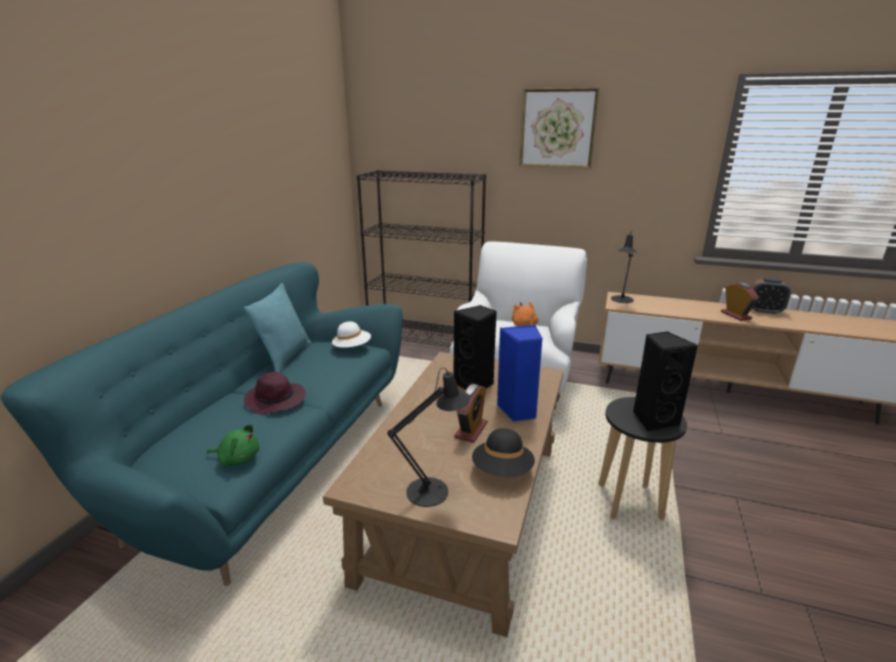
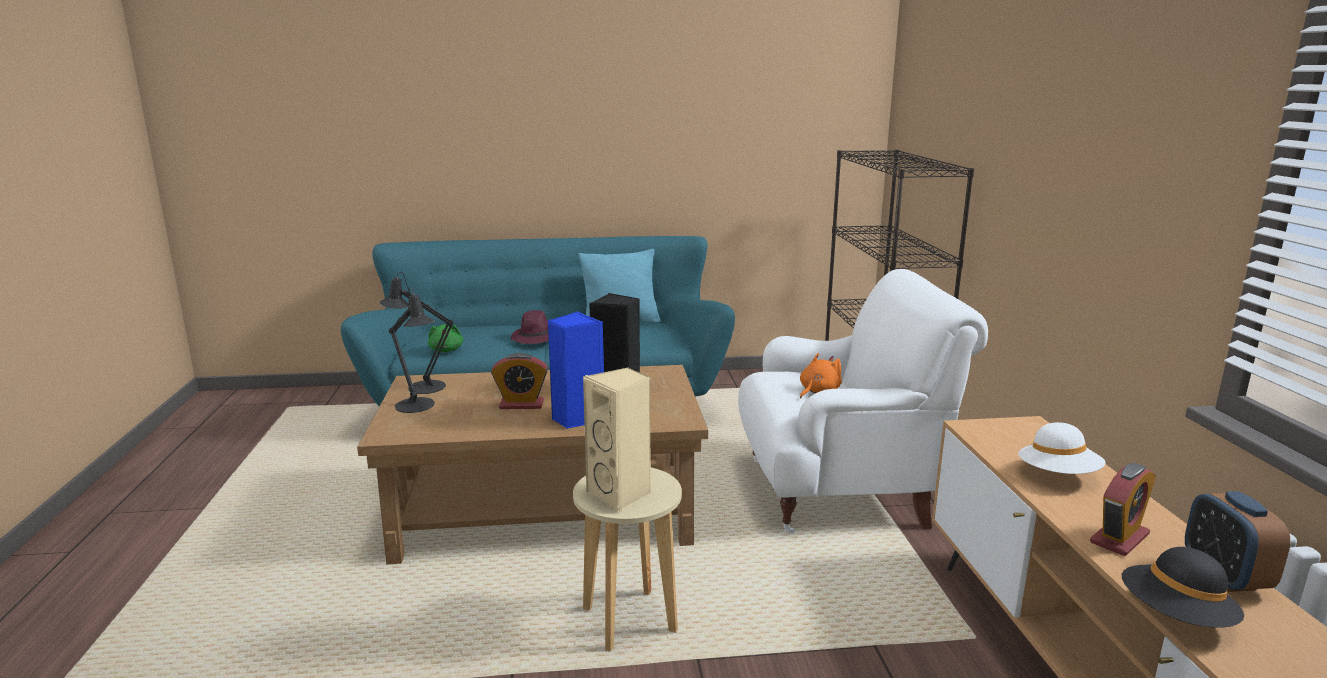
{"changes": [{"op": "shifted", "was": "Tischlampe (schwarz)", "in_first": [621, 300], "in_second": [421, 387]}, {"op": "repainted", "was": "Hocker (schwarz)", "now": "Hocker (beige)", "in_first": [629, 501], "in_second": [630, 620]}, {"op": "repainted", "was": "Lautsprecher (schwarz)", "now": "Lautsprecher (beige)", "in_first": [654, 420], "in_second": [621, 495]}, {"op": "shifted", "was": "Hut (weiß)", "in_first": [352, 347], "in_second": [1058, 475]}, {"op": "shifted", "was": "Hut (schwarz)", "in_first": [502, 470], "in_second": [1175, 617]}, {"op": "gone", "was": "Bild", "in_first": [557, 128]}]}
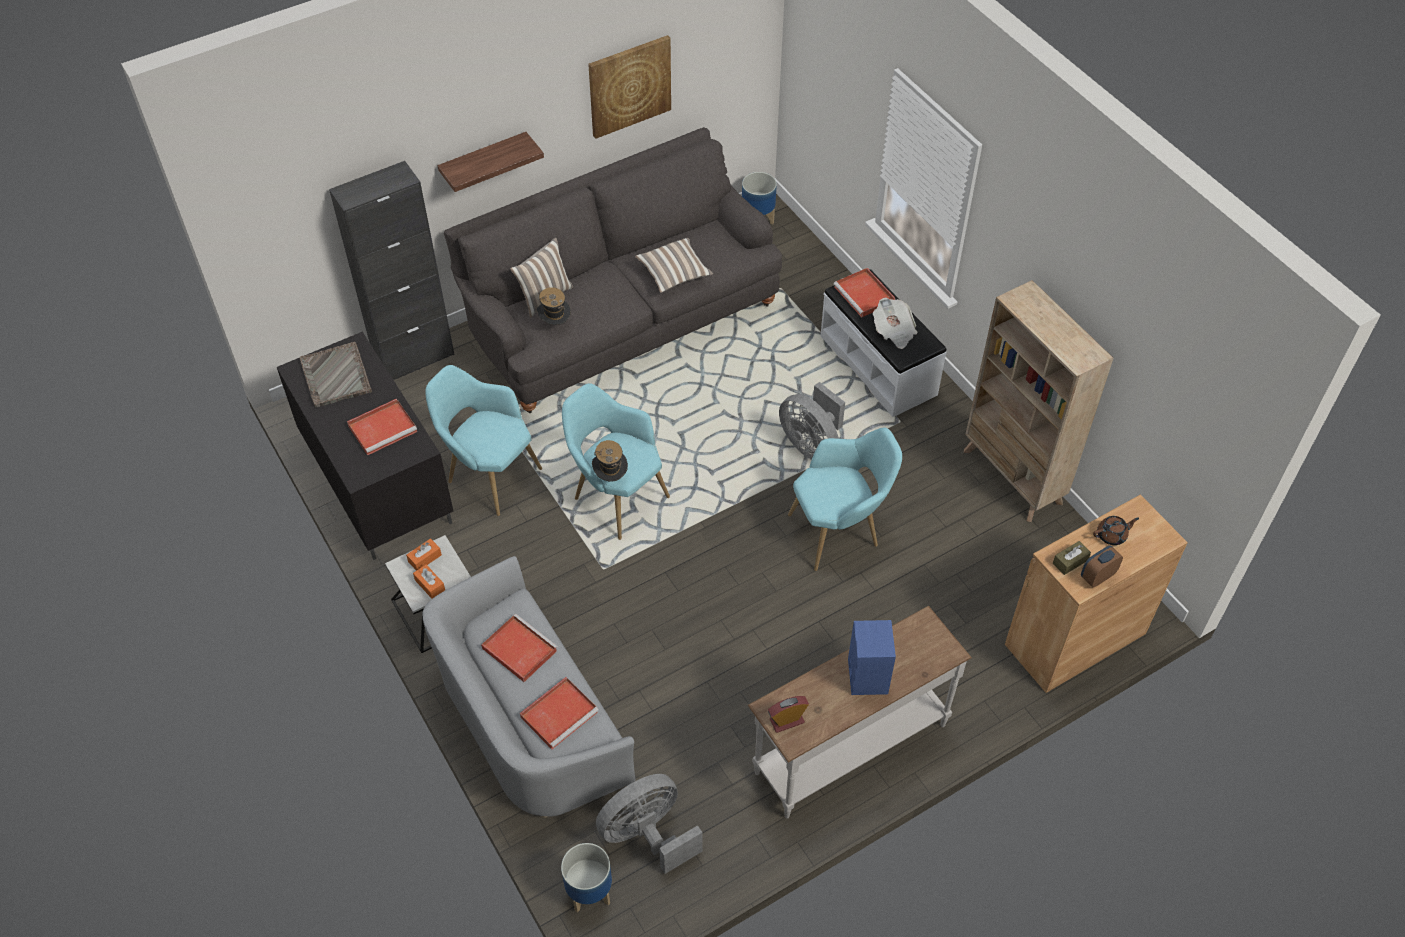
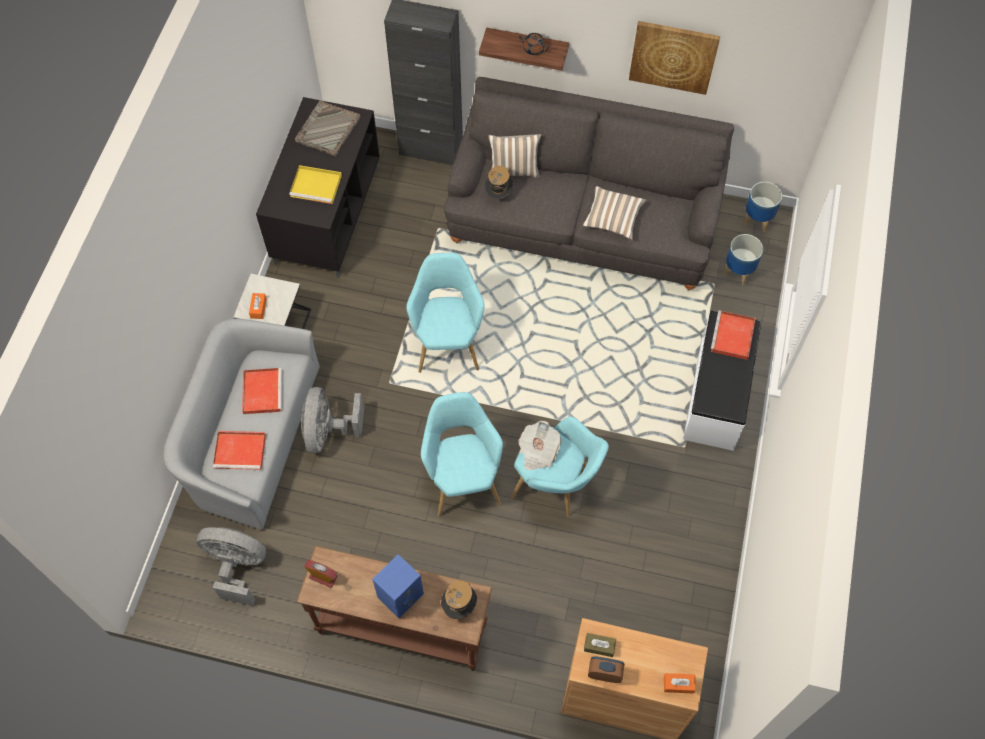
{"changes": [{"op": "repainted", "was": "Tablett (rot)", "now": "Tablett (gelb)", "in_first": [383, 428], "in_second": [317, 186]}, {"op": "repainted", "was": "Konsolentisch (weiß)", "now": "Konsolentisch (braun)", "in_first": [849, 747], "in_second": [402, 627]}, {"op": "shifted", "was": "Ventilator (grau)", "in_first": [811, 444], "in_second": [328, 431]}, {"op": "shifted", "was": "Sessel (türkis)", "in_first": [489, 474], "in_second": [462, 478]}, {"op": "shifted", "was": "Hut", "in_first": [610, 477], "in_second": [459, 606]}, {"op": "shifted", "was": "Zeitung", "in_first": [894, 331], "in_second": [538, 451]}, {"op": "shifted", "was": "Teekanne (braun)", "in_first": [1112, 535], "in_second": [534, 49]}, {"op": "shifted", "was": "Taschentuchbox (orange)", "in_first": [425, 558], "in_second": [678, 684]}, {"op": "shifted", "was": "Pflanzkübel", "in_first": [590, 891], "in_second": [739, 272]}, {"op": "gone", "was": "Bücherregal (beige)", "in_first": [1012, 477]}]}
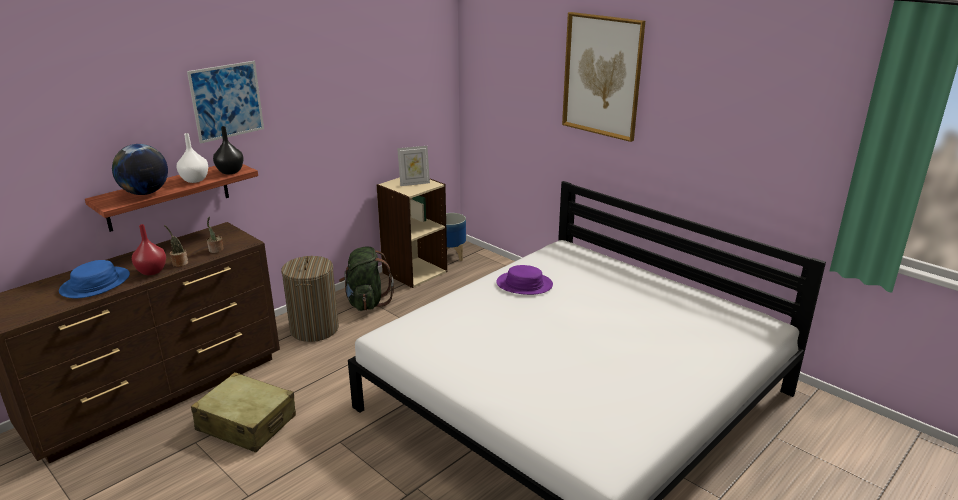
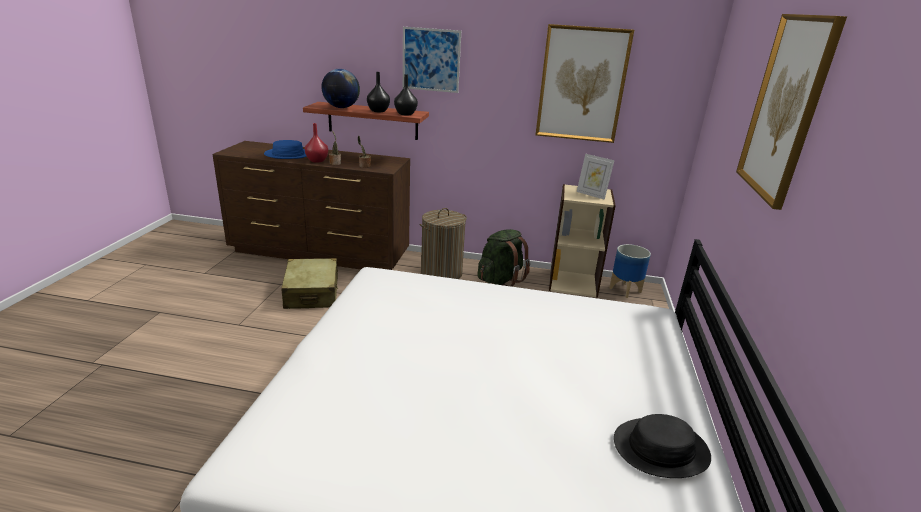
{"changes": [{"op": "repainted", "was": "Vase (weiß)", "now": "Vase (schwarz)", "in_first": [194, 180], "in_second": [378, 111]}, {"op": "new", "now": "Bild", "in_second": [582, 84]}, {"op": "new", "now": "Hut (schwarz)", "in_second": [661, 449]}, {"op": "gone", "was": "Hut (lila)", "in_first": [524, 284]}]}
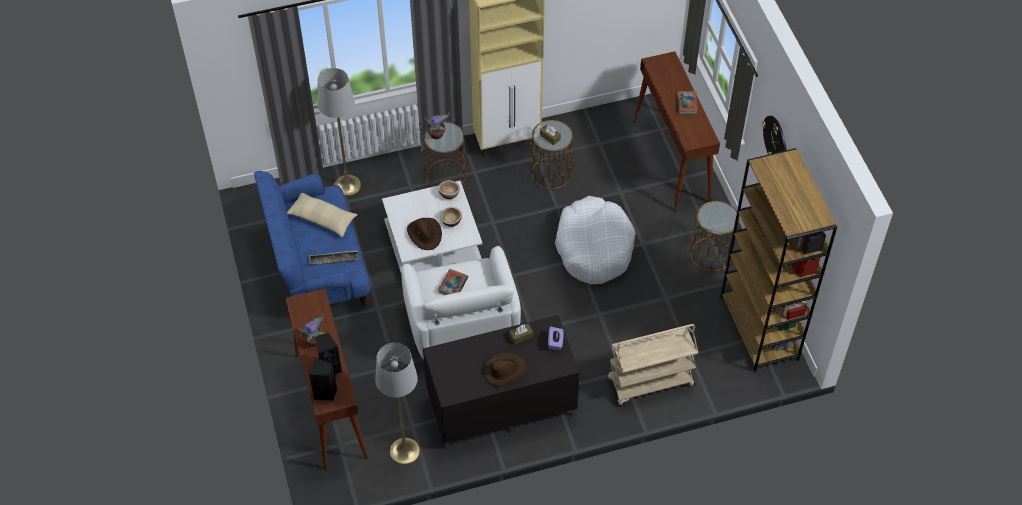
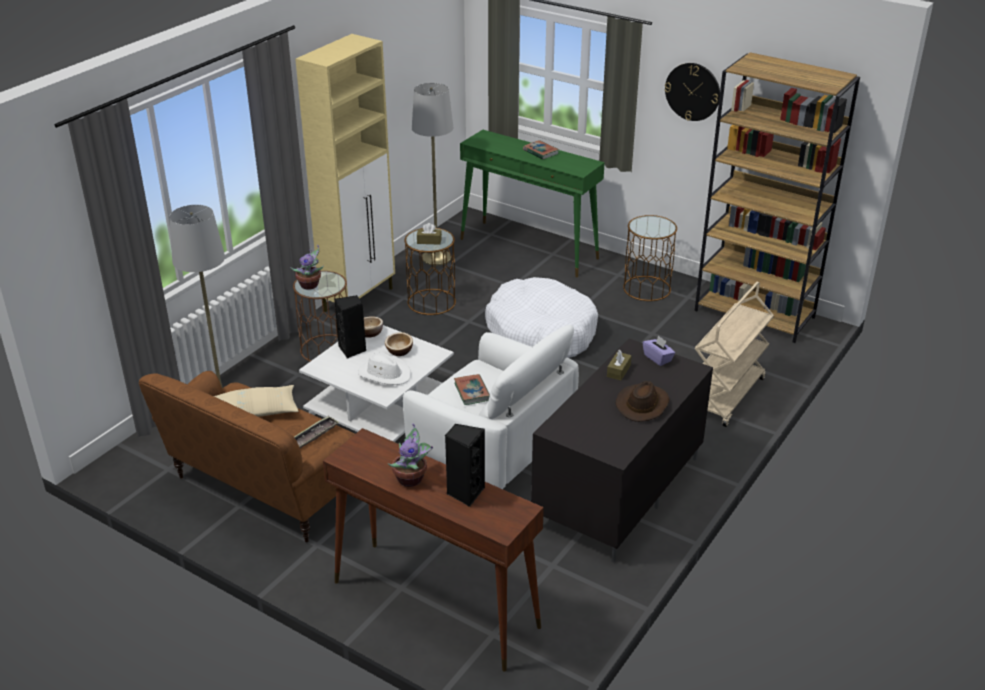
{"changes": [{"op": "repainted", "was": "Sofa (blau)", "now": "Sofa (braun)", "in_first": [318, 266], "in_second": [267, 487]}, {"op": "shifted", "was": "Lautsprecher (schwarz)", "in_first": [326, 393], "in_second": [352, 350]}, {"op": "repainted", "was": "Hut (braun)", "now": "Hut (weiß)", "in_first": [425, 234], "in_second": [384, 373]}, {"op": "shifted", "was": "Stehlampe (grau)", "in_first": [405, 451], "in_second": [436, 257]}, {"op": "repainted", "was": "Konsolentisch (braun)", "now": "Konsolentisch (grün)", "in_first": [671, 162], "in_second": [529, 249]}]}
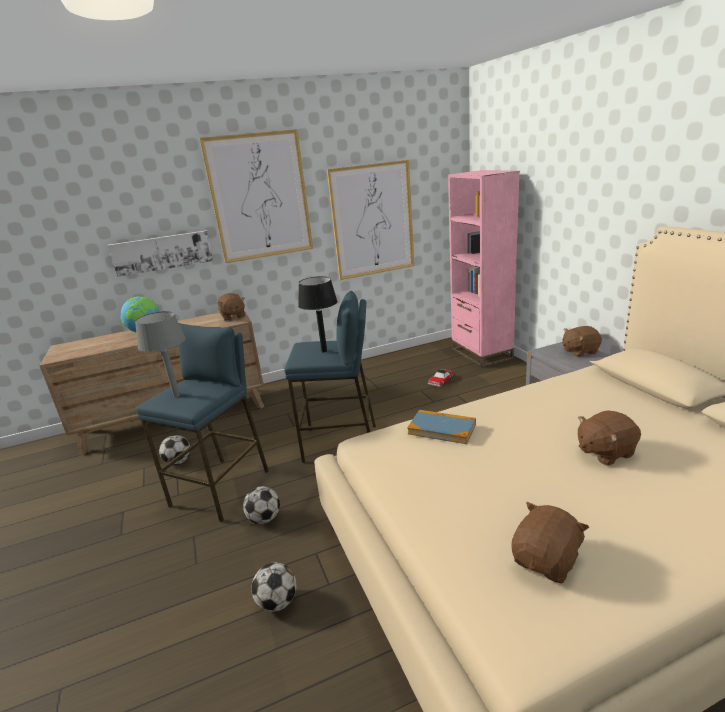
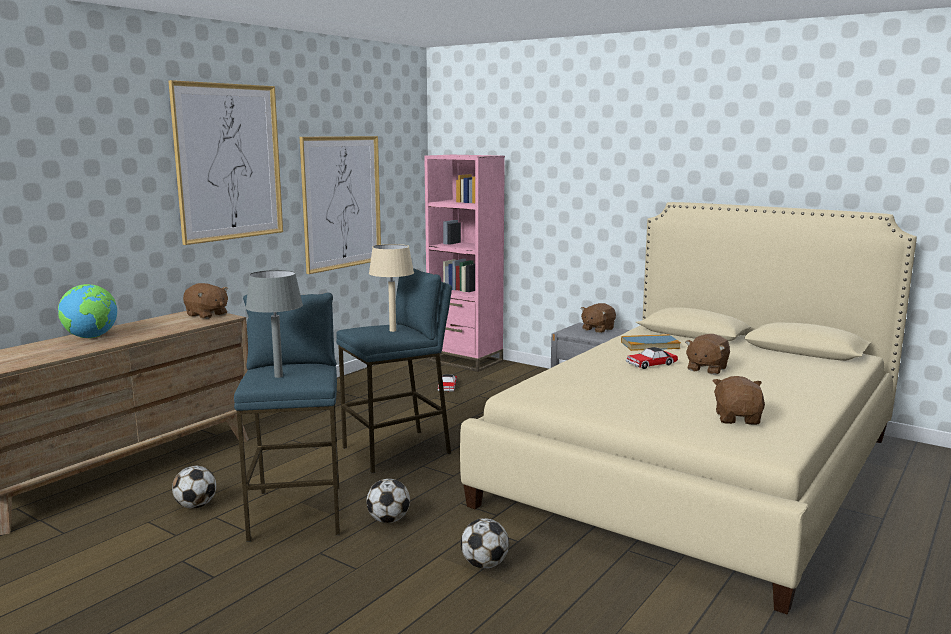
{"changes": [{"op": "repainted", "was": "Tischlampe (schwarz)", "now": "Tischlampe (beige)", "in_first": [324, 351], "in_second": [393, 330]}, {"op": "shifted", "was": "Buch", "in_first": [442, 429], "in_second": [650, 345]}, {"op": "new", "now": "Spielzeugauto", "in_second": [651, 364]}, {"op": "gone", "was": "Bild", "in_first": [162, 252]}]}
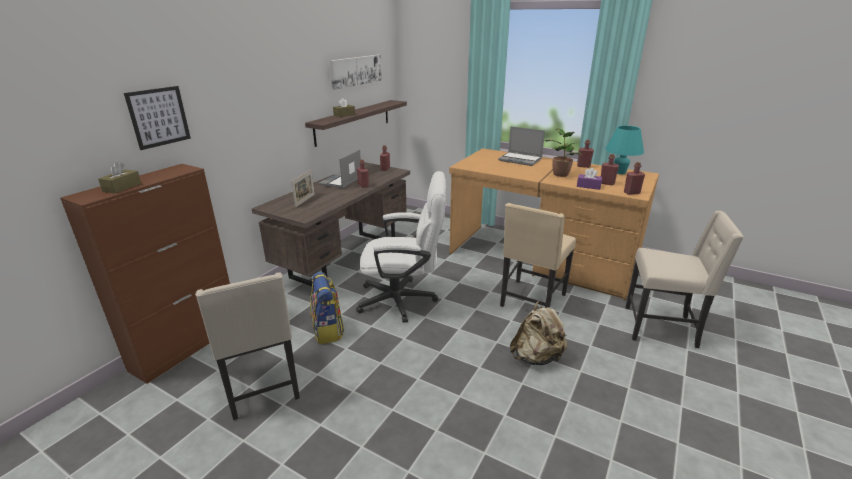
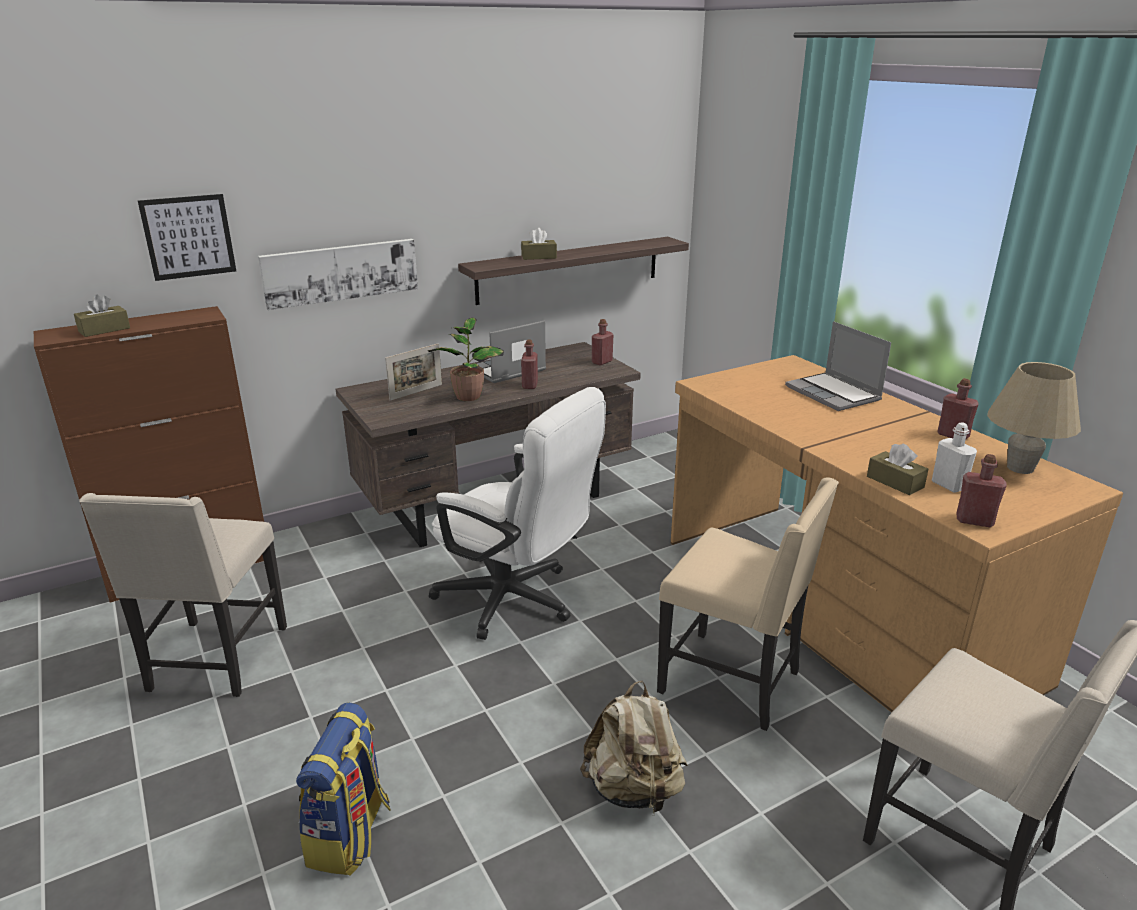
{"changes": [{"op": "shifted", "was": "Bild", "in_first": [356, 71], "in_second": [340, 272]}, {"op": "shifted", "was": "Rucksack", "in_first": [328, 331], "in_second": [350, 835]}, {"op": "shifted", "was": "Topfpflanze", "in_first": [559, 174], "in_second": [468, 396]}, {"op": "rotated", "was": "Stuhl (beige)", "in_first": [531, 301], "in_second": [733, 682], "clockwise": -120}, {"op": "repainted", "was": "Taschentuchbox (lila)", "now": "Taschentuchbox (braun)", "in_first": [588, 186], "in_second": [895, 482]}, {"op": "repainted", "was": "Flasche (rot)", "now": "Flasche (weiß)", "in_first": [607, 183], "in_second": [948, 485]}, {"op": "repainted", "was": "Tischlampe (türkis)", "now": "Tischlampe (beige)", "in_first": [620, 172], "in_second": [1020, 468]}]}
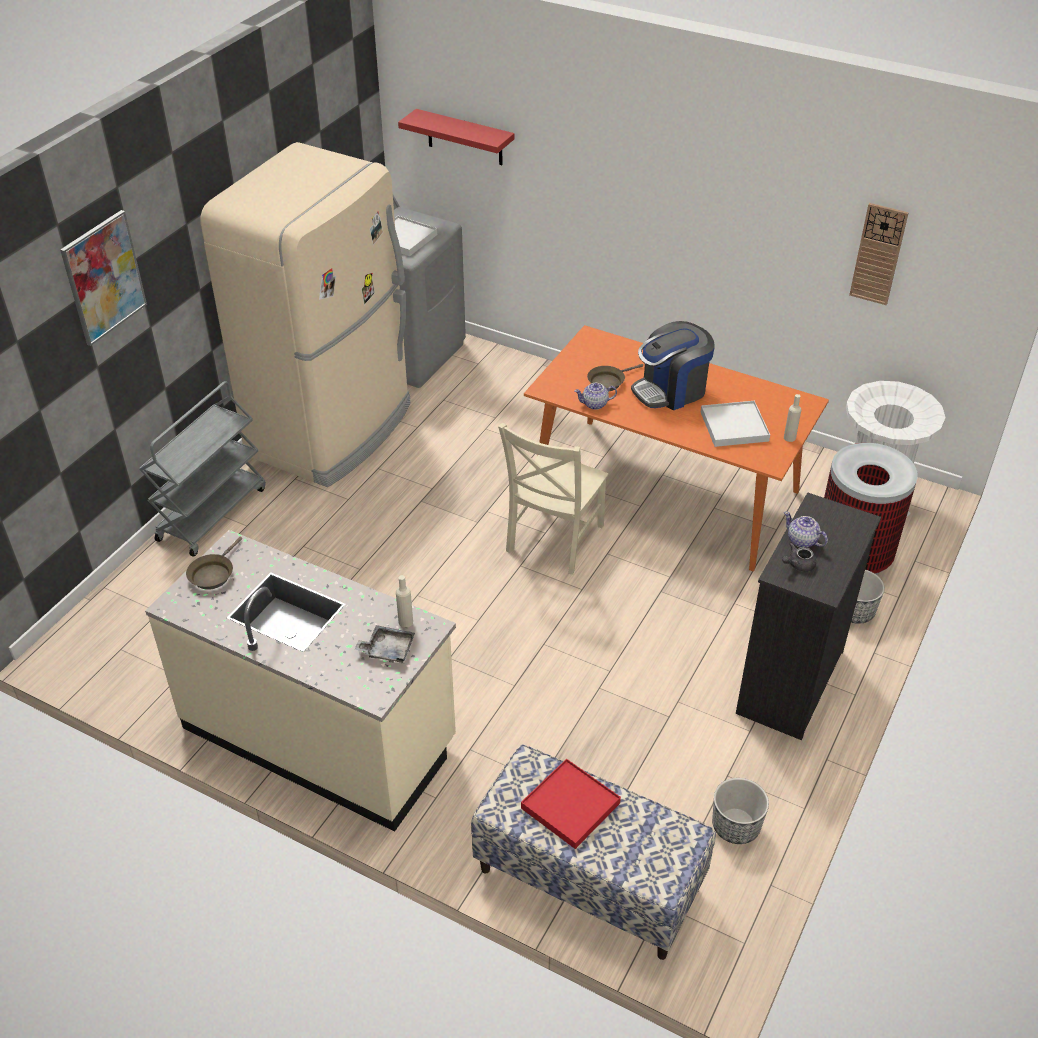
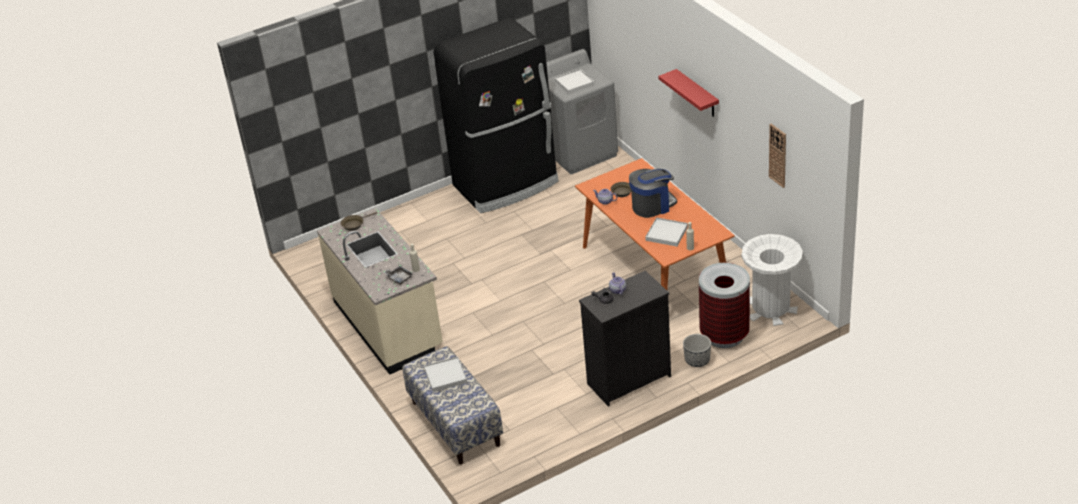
{"changes": [{"op": "repainted", "was": "Tablett (rot)", "now": "Tablett (weiß)", "in_first": [570, 805], "in_second": [445, 376]}, {"op": "repainted", "was": "Kühlschrank (beige)", "now": "Kühlschrank (schwarz)", "in_first": [333, 430], "in_second": [507, 184]}, {"op": "rotated", "was": "Kaffeemaschine", "in_first": [671, 390], "in_second": [652, 206], "clockwise": 150}, {"op": "shifted", "was": "Wandregal (rot)", "in_first": [465, 138], "in_second": [697, 94]}, {"op": "gone", "was": "Bild", "in_first": [104, 277]}, {"op": "gone", "was": "Rollwagen (grau)", "in_first": [212, 513]}, {"op": "gone", "was": "Stuhl (beige)", "in_first": [553, 541]}, {"op": "gone", "was": "Pflanzkübel", "in_first": [735, 826]}]}
